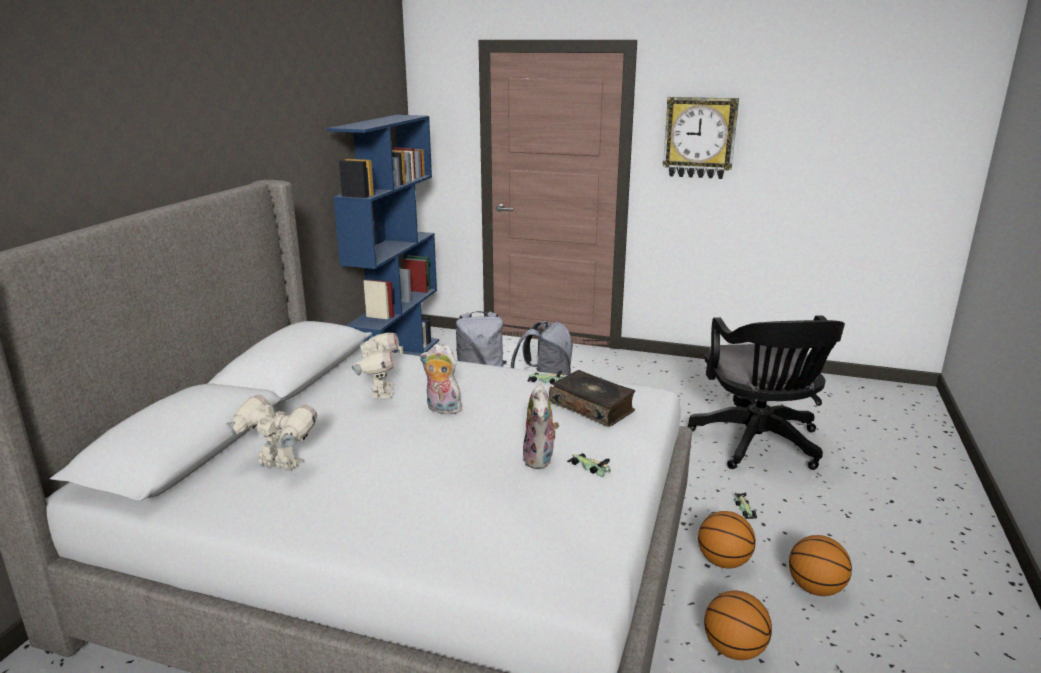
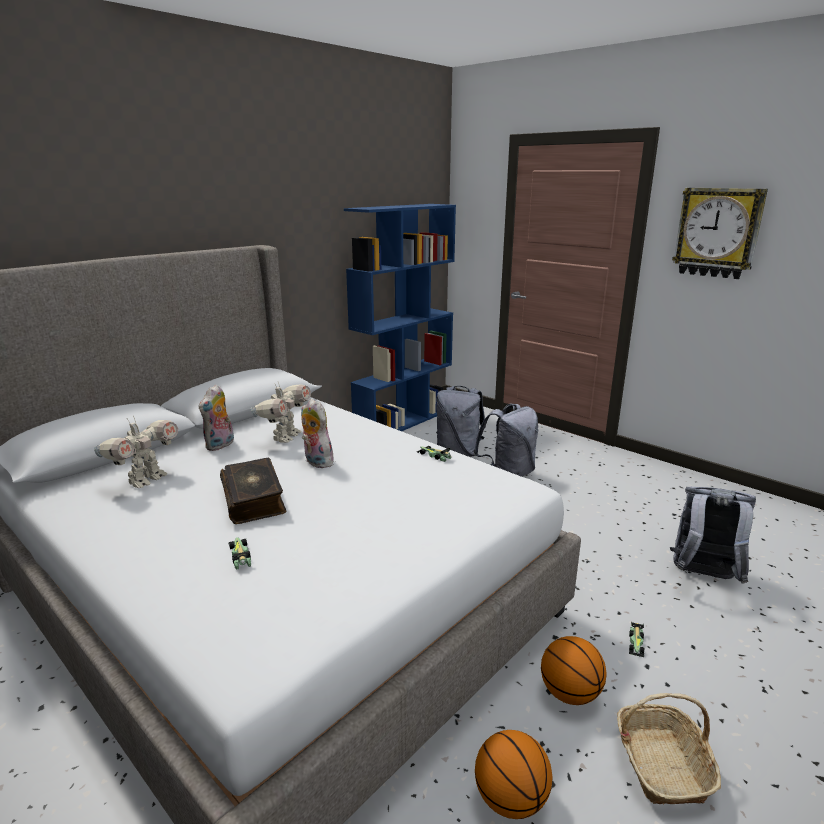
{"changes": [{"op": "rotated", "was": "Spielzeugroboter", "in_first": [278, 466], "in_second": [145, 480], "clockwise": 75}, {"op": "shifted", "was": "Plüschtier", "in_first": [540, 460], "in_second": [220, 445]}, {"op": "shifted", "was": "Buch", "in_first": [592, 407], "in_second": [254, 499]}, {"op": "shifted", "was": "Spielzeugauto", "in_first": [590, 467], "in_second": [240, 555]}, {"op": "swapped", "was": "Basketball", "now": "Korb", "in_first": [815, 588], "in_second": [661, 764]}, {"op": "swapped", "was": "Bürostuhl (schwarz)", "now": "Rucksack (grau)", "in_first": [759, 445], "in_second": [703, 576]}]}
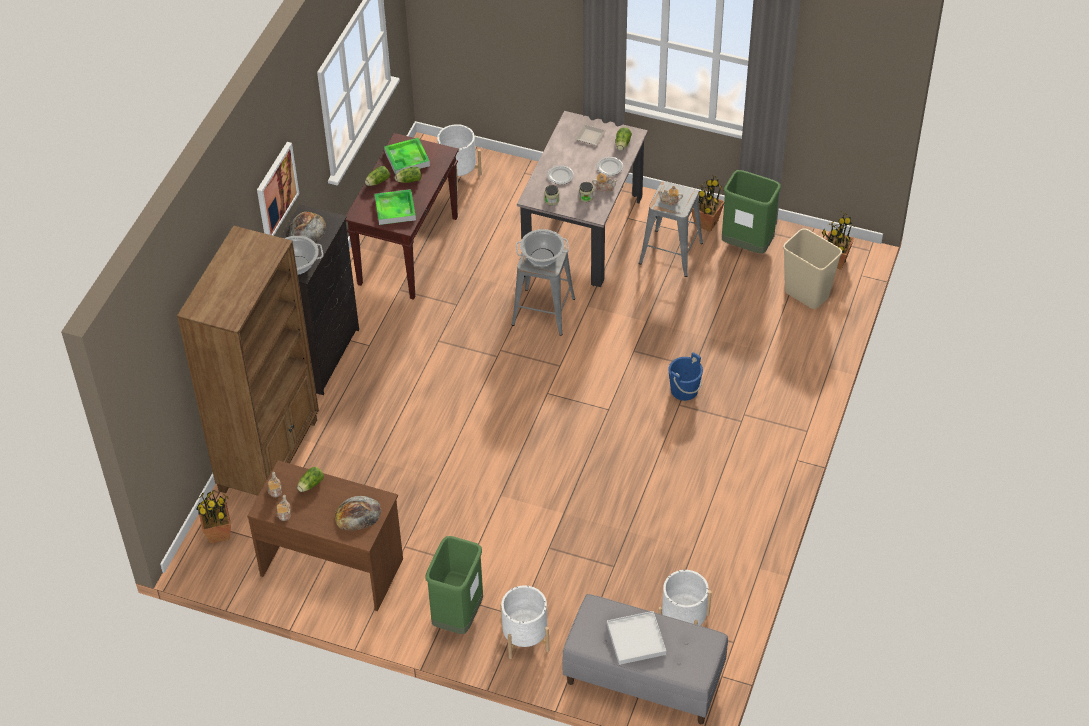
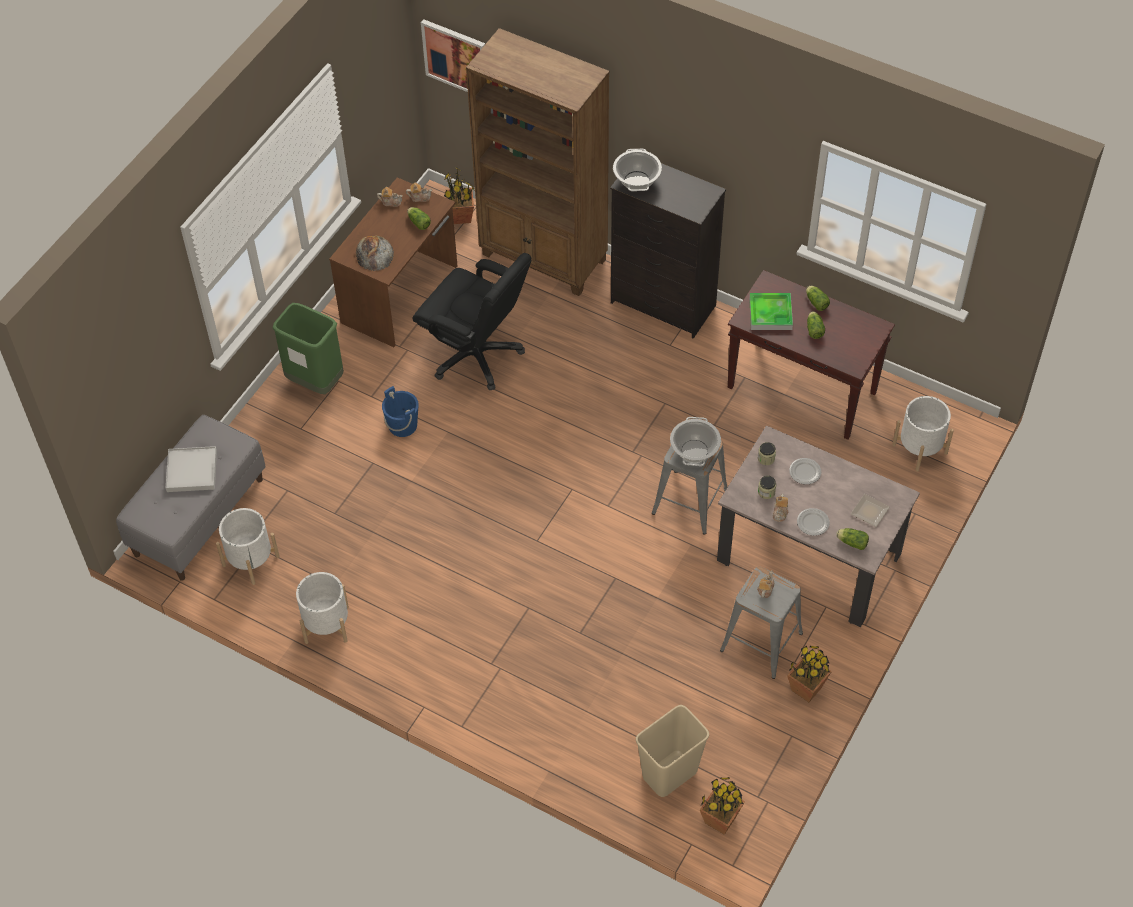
{"changes": [{"op": "shifted", "was": "Pflanzkübel (weiß)", "in_first": [525, 638], "in_second": [326, 624]}, {"op": "shifted", "was": "Eimer (blau)", "in_first": [684, 390], "in_second": [402, 425]}, {"op": "new", "now": "Bürostuhl (schwarz)", "in_second": [476, 354]}, {"op": "shifted", "was": "Bild", "in_first": [276, 191], "in_second": [456, 57]}, {"op": "gone", "was": "Brot", "in_first": [306, 229]}, {"op": "gone", "was": "Tablett", "in_first": [407, 158]}, {"op": "gone", "was": "Mülleimer (grün)", "in_first": [747, 245]}]}
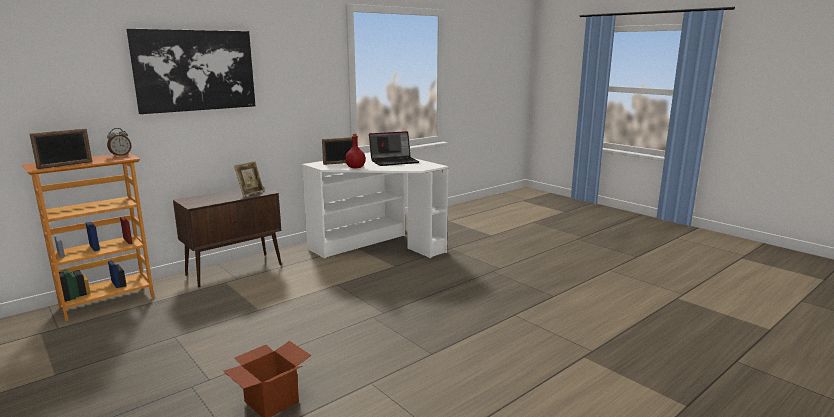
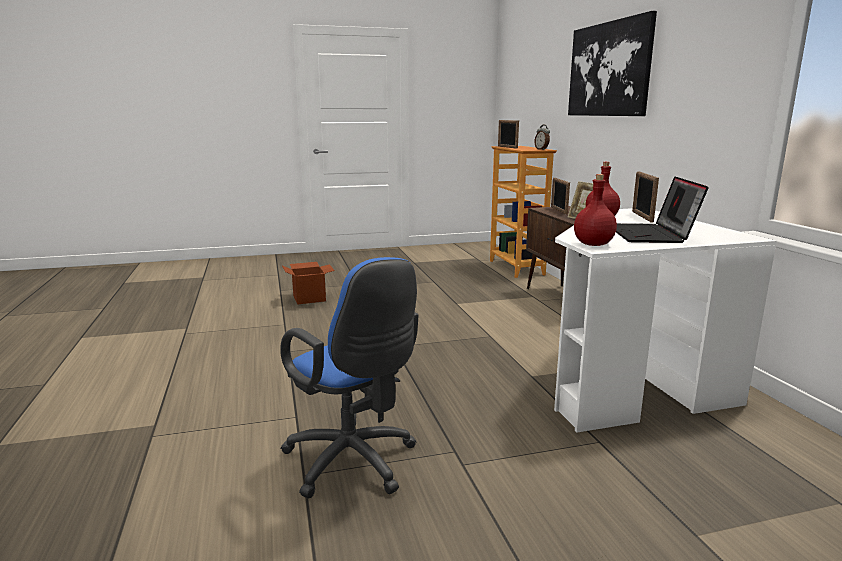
{"changes": [{"op": "new", "now": "Bürostuhl (blau)", "in_second": [354, 464]}, {"op": "new", "now": "Bilderrahmen", "in_second": [558, 210]}, {"op": "new", "now": "Flasche (rot)", "in_second": [594, 244]}]}
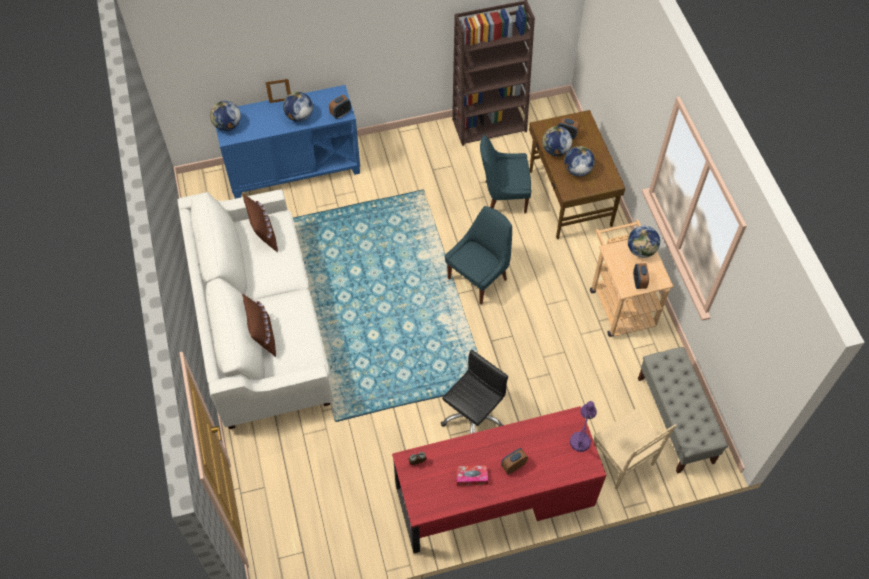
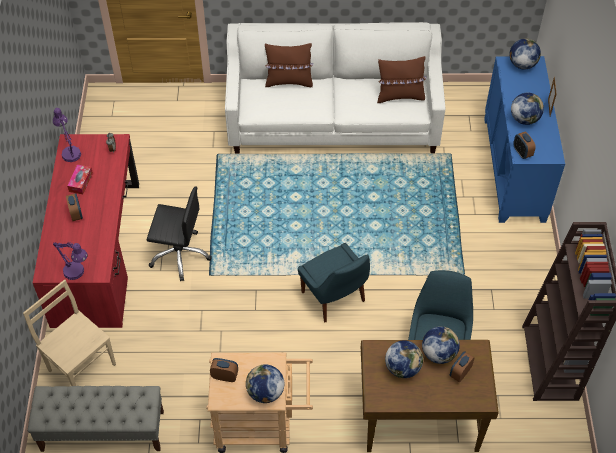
{"changes": [{"op": "rotated", "was": "Stuhl (beige)", "in_first": [622, 462], "in_second": [81, 366], "clockwise": 60}, {"op": "new", "now": "Tischlampe (lila)", "in_second": [70, 151]}, {"op": "rotated", "was": "Bürostuhl (schwarz)", "in_first": [472, 417], "in_second": [180, 254], "clockwise": -45}]}
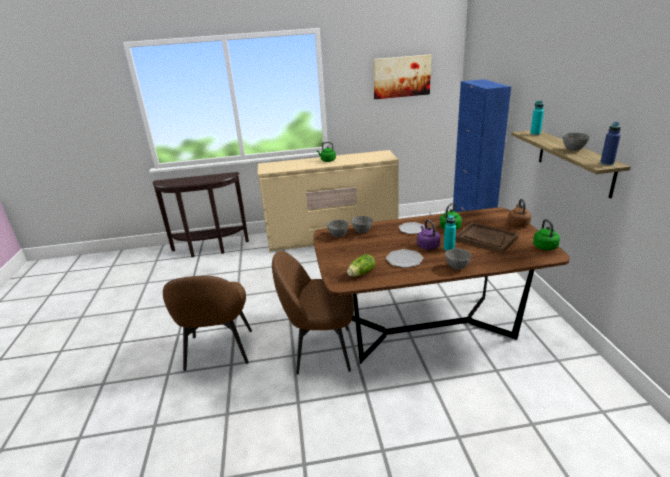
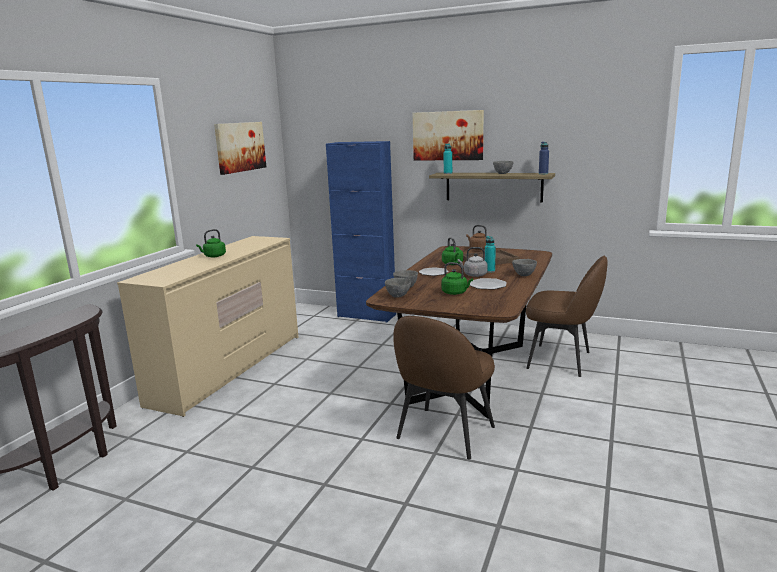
{"changes": [{"op": "new", "now": "Bild", "in_second": [448, 135]}, {"op": "shifted", "was": "Wasserkessel (grün)", "in_first": [545, 247], "in_second": [455, 293]}, {"op": "repainted", "was": "Wasserkessel (lila)", "now": "Wasserkessel (grau)", "in_first": [427, 246], "in_second": [474, 275]}, {"op": "shifted", "was": "Stuhl (braun)", "in_first": [219, 351], "in_second": [561, 360]}, {"op": "gone", "was": "Salatkopf", "in_first": [360, 274]}]}
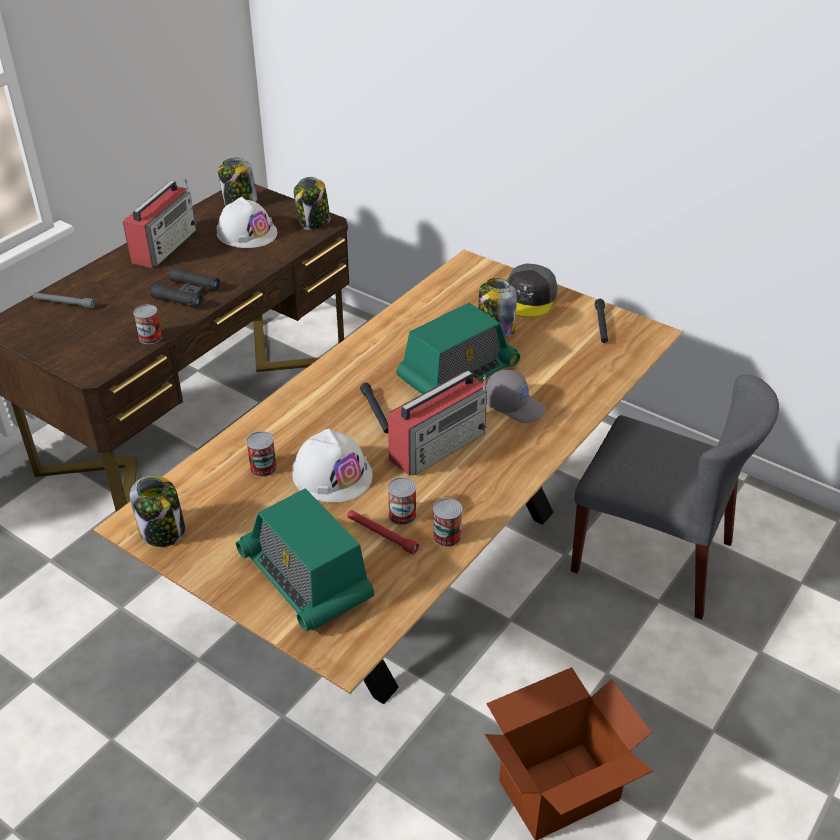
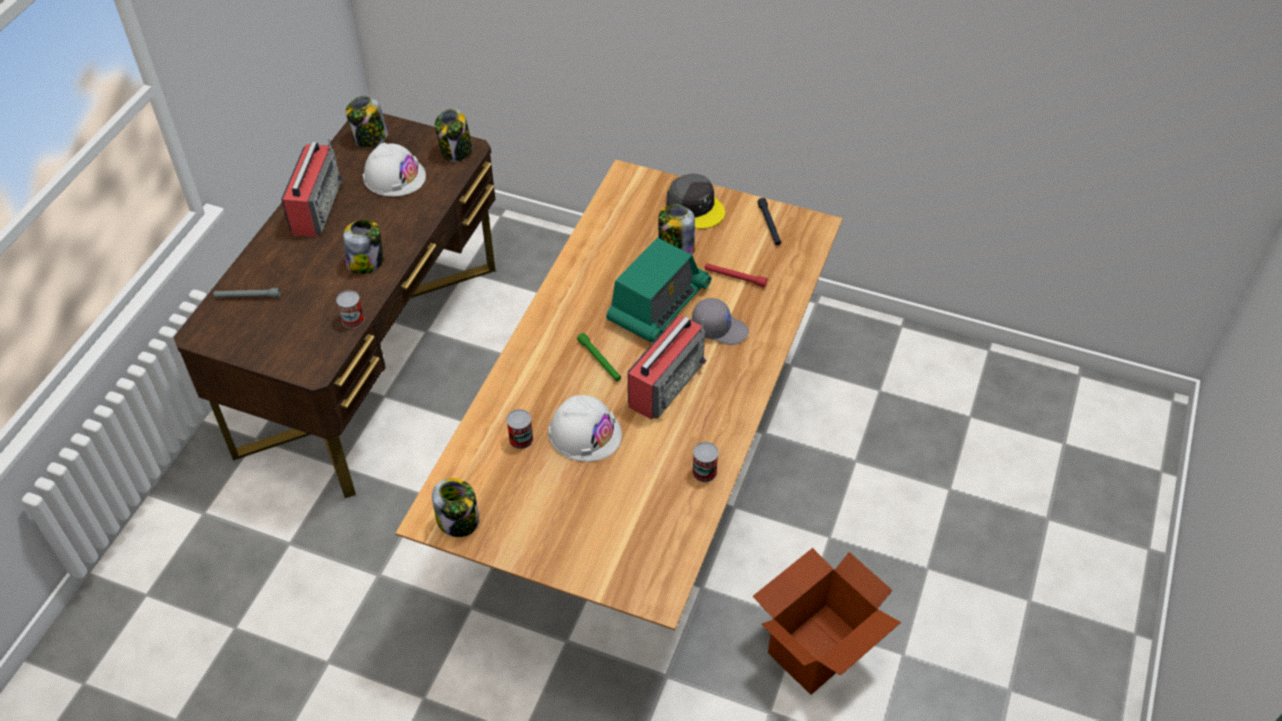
{"changes": [{"op": "swapped", "was": "Fernglas (schwarz)", "now": "Vorratsglas", "in_first": [187, 294], "in_second": [366, 262]}, {"op": "repainted", "was": "Taschenlampe (schwarz)", "now": "Taschenlampe (grün)", "in_first": [376, 412], "in_second": [599, 360]}, {"op": "rotated", "was": "Kappe (grau)", "in_first": [529, 298], "in_second": [695, 207], "clockwise": -45}, {"op": "shifted", "was": "Taschenlampe (rot)", "in_first": [382, 535], "in_second": [735, 277]}, {"op": "gone", "was": "Radio", "in_first": [306, 578]}, {"op": "gone", "was": "Dose", "in_first": [402, 515]}, {"op": "gone", "was": "Stuhl (grau)", "in_first": [653, 557]}]}
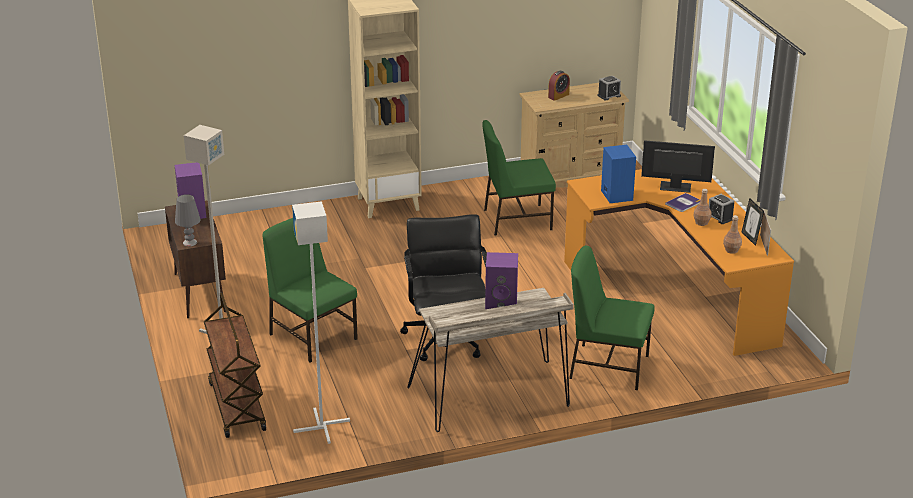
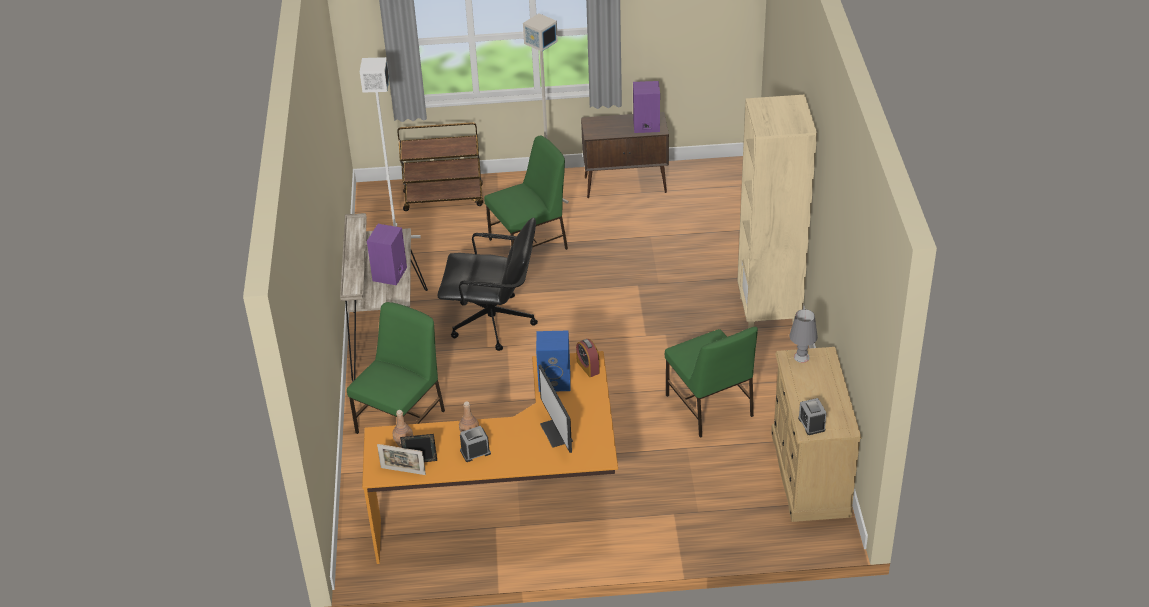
{"changes": [{"op": "rotated", "was": "Monitor", "in_first": [675, 187], "in_second": [557, 432], "clockwise": 135}, {"op": "shifted", "was": "Wecker", "in_first": [558, 96], "in_second": [588, 367]}, {"op": "rotated", "was": "Stuhl (grün)", "in_first": [516, 219], "in_second": [709, 407], "clockwise": 150}, {"op": "shifted", "was": "Tischlampe (grau)", "in_first": [190, 242], "in_second": [801, 357]}, {"op": "gone", "was": "Buch", "in_first": [683, 203]}]}
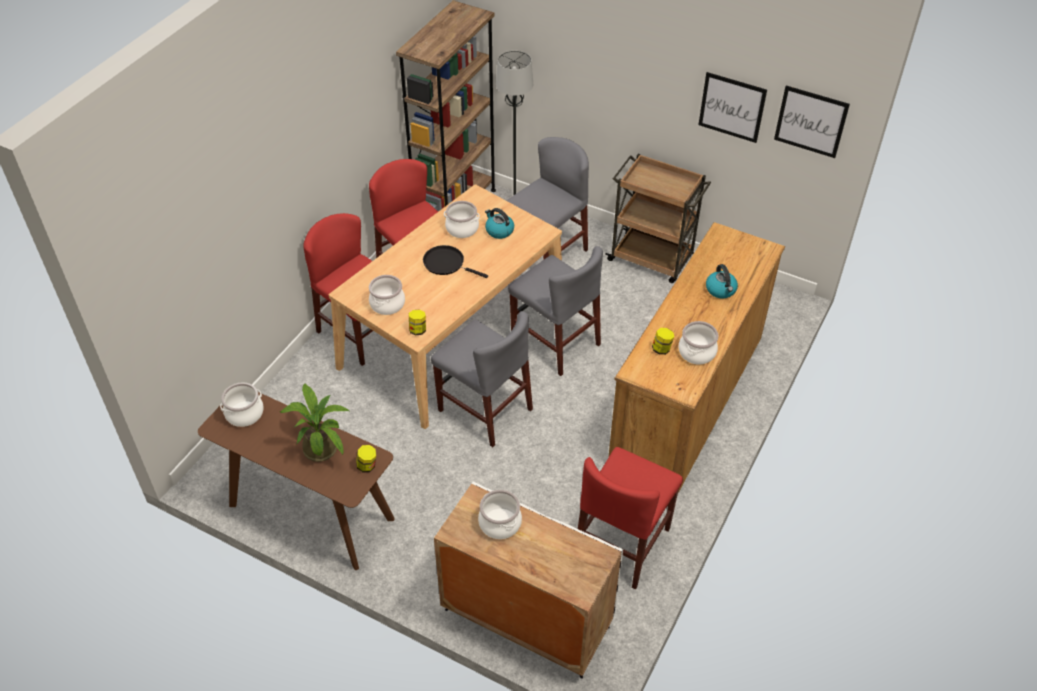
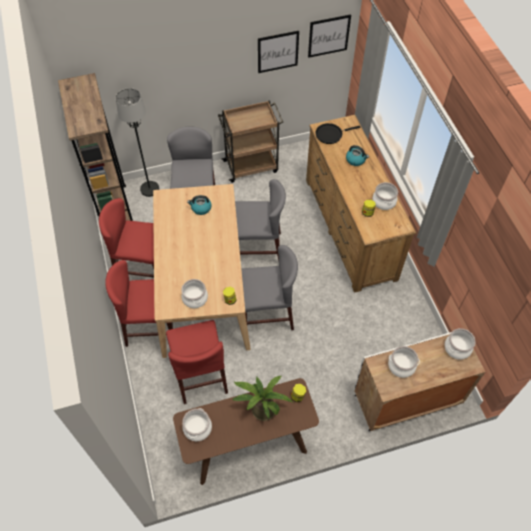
{"changes": [{"op": "shifted", "was": "Stuhl (rot)", "in_first": [622, 543], "in_second": [200, 374]}, {"op": "shifted", "was": "Pfanne (schwarz)", "in_first": [446, 263], "in_second": [330, 134]}, {"op": "shifted", "was": "Kochtopf", "in_first": [462, 228], "in_second": [457, 348]}]}
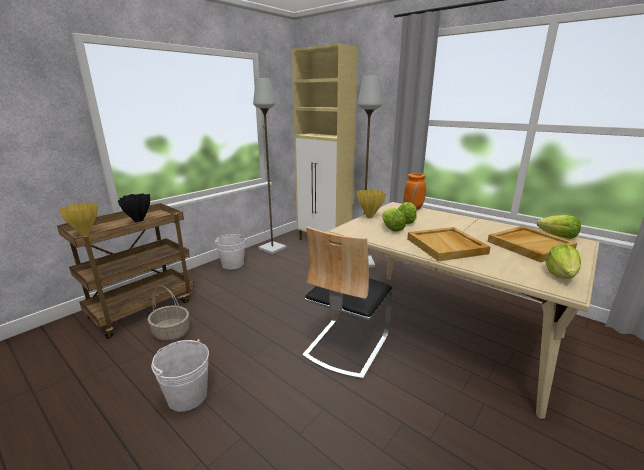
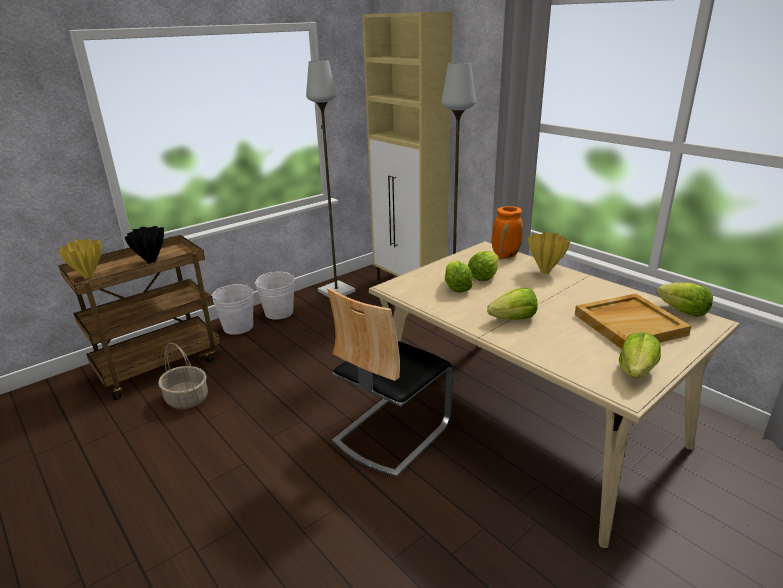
{"changes": [{"op": "shifted", "was": "Eimer (weiß)", "in_first": [187, 396], "in_second": [238, 327]}, {"op": "swapped", "was": "Tablett (beige)", "now": "Salatkopf", "in_first": [447, 246], "in_second": [514, 319]}, {"op": "shifted", "was": "Vase (gelb)", "in_first": [369, 217], "in_second": [545, 272]}]}
